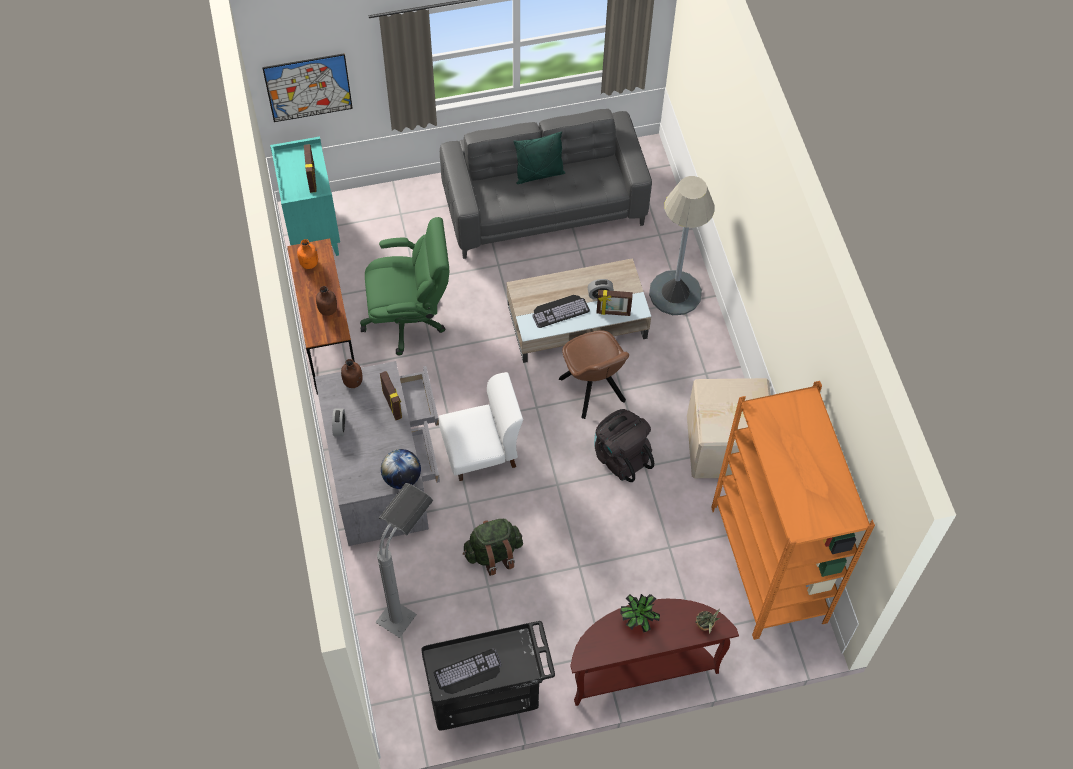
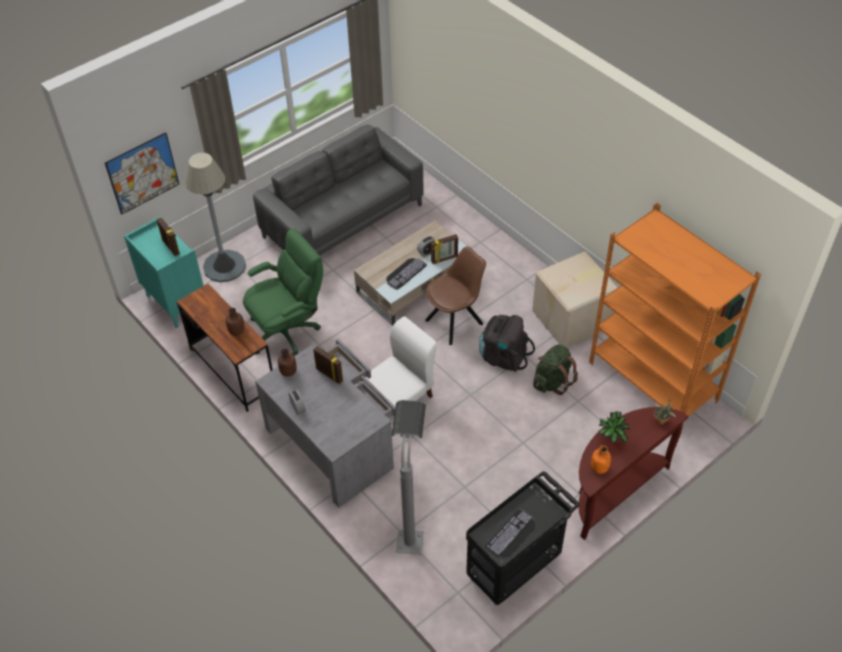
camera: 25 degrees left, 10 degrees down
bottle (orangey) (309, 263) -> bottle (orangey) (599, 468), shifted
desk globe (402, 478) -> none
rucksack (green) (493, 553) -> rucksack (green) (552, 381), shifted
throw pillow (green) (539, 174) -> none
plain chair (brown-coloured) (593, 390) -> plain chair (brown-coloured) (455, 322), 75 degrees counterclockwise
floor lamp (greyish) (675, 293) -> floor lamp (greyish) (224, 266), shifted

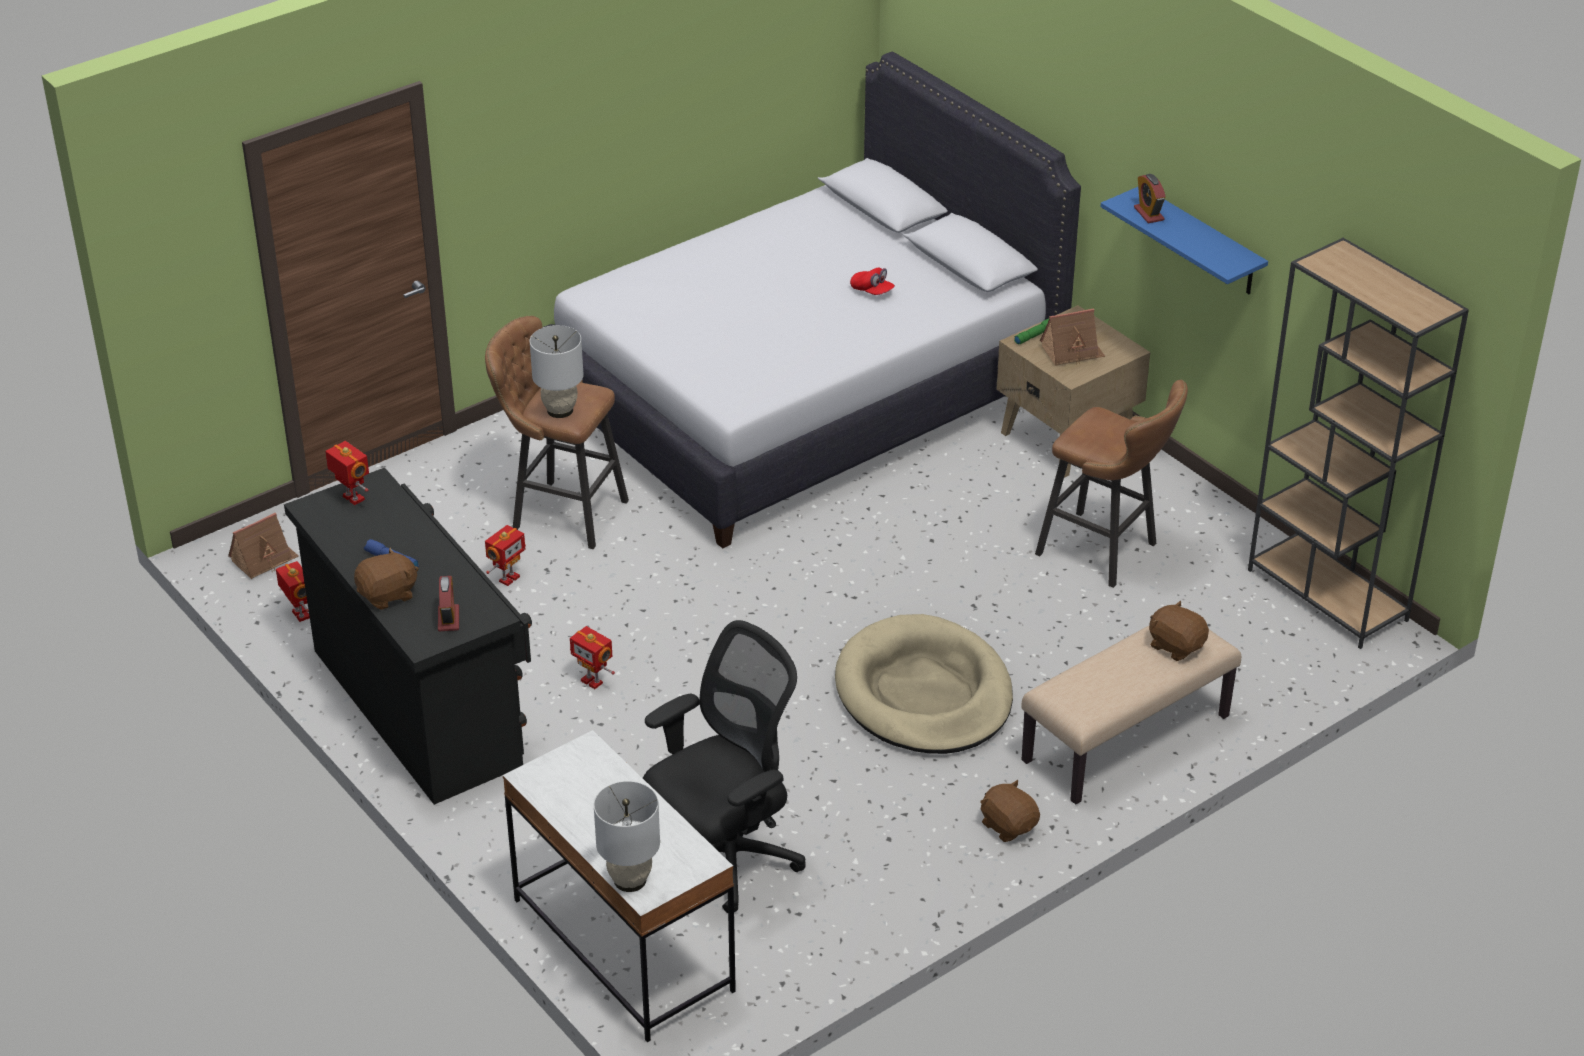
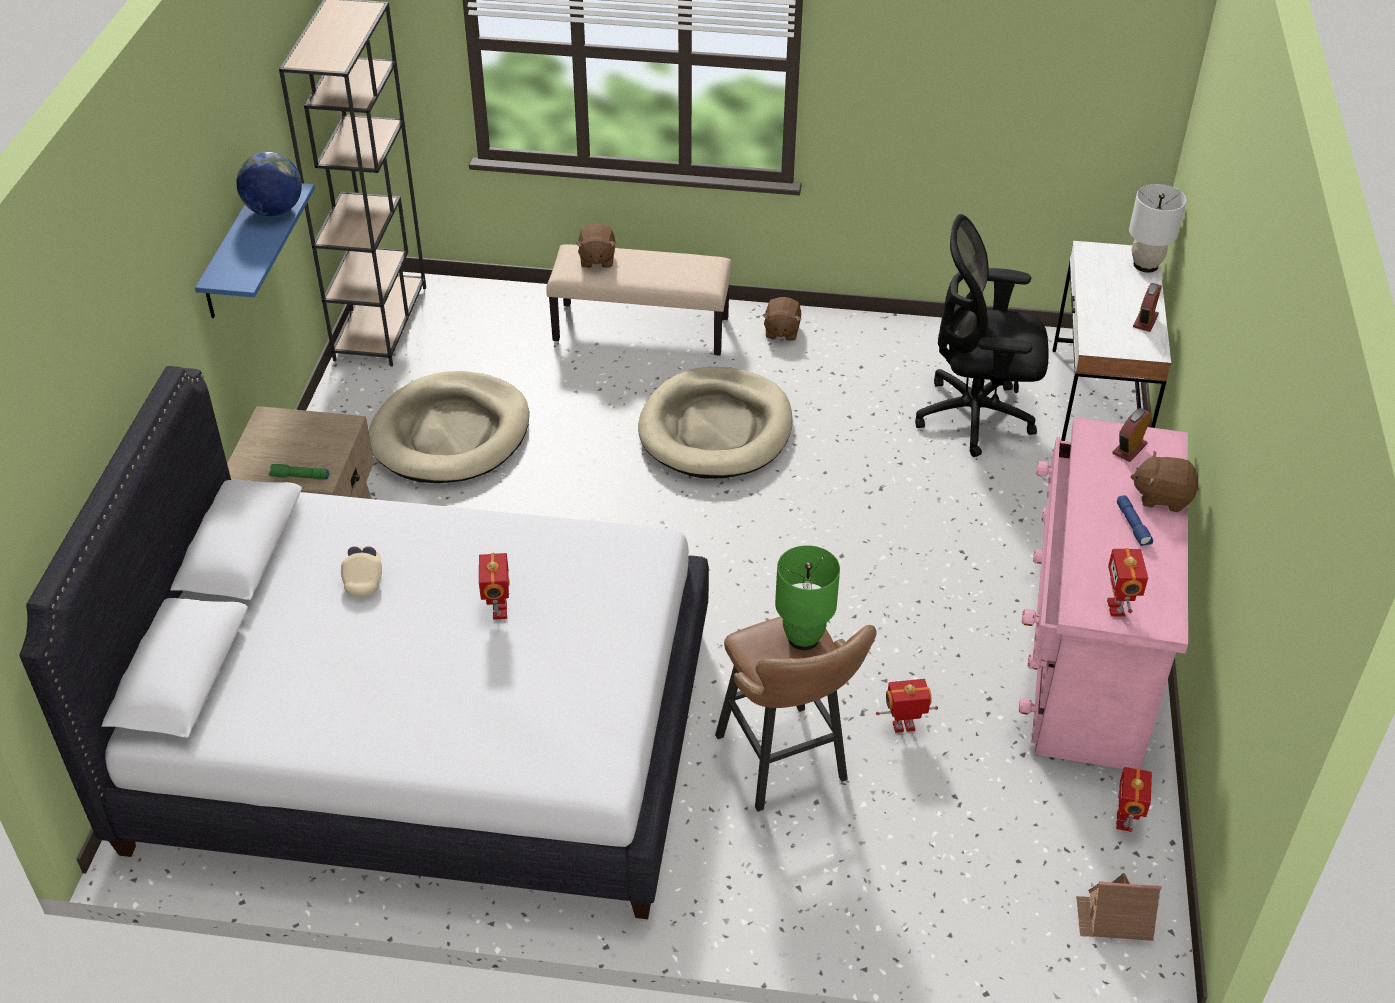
camera: 135 degrees left, 5 degrees up
dresser (black-coloured) (422, 704) -> dresser (pink) (1085, 656)
lamp for a table (white-coloured) (560, 410) -> lamp for a table (green) (803, 638)
model robot (593, 681) -> model robot (498, 611), shifted
peaked cap (reddish) (872, 291) -> peaked cap (sand-coloured) (363, 579)
stool seat (brown-coloured) (1108, 554) -> dog cushion (sand-coloured) (451, 434)
model house (1072, 351) -> none
alarm clock (1148, 214) -> alarm clock (1145, 321), shifted
none -> desk globe (274, 211)

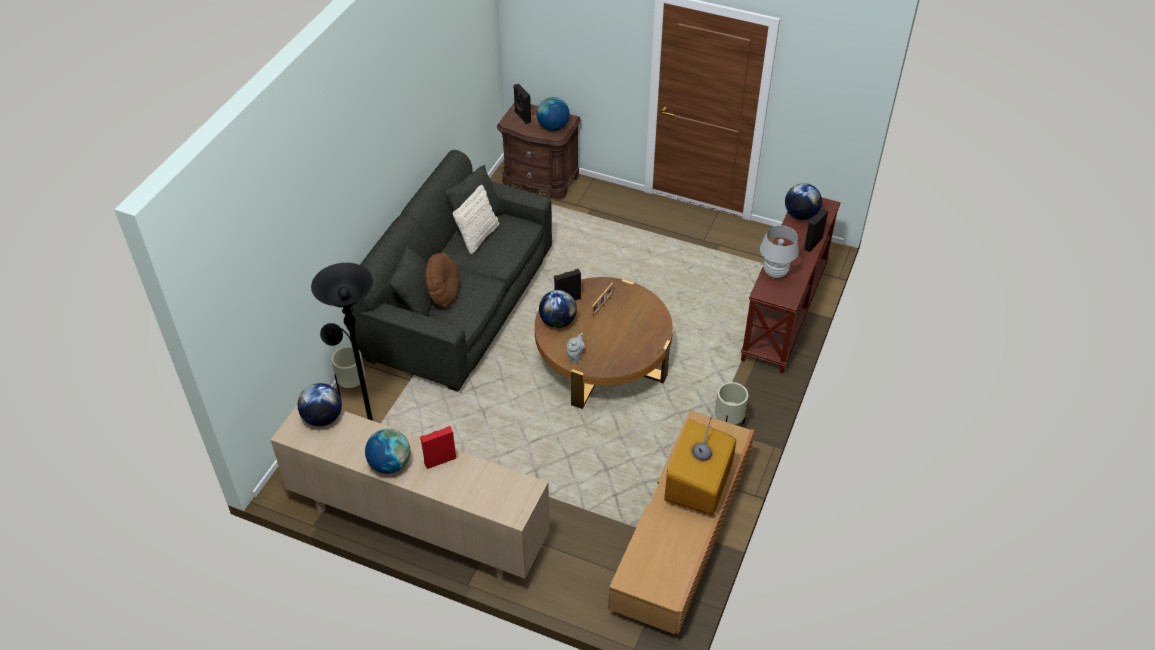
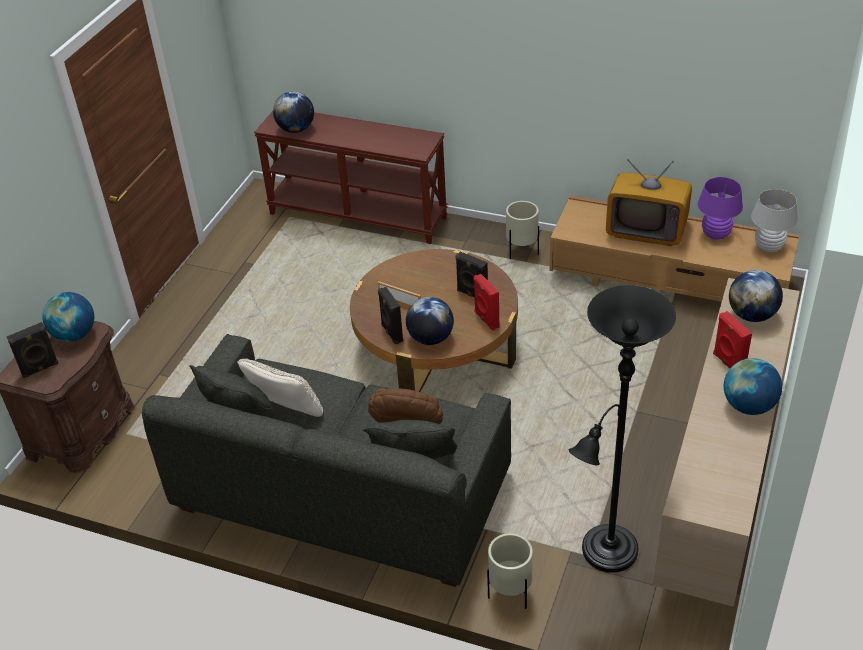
camera: 90 degrees left, 5 degrees down
desk globe (323, 418) -> desk globe (752, 315), shifted
pot for tea (greyish) (575, 355) -> speaker (reddish) (486, 320)
lamp for a table (white-coloured) (775, 272) -> lamp for a table (white-coloured) (768, 247), shifted
speaker (black-coloured) (812, 243) -> speaker (black-coloured) (471, 294), shifted
none -> lamp for a table (purple) (716, 234)

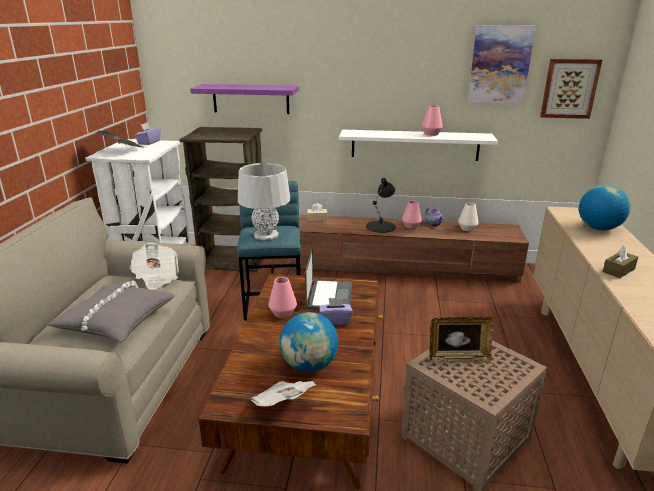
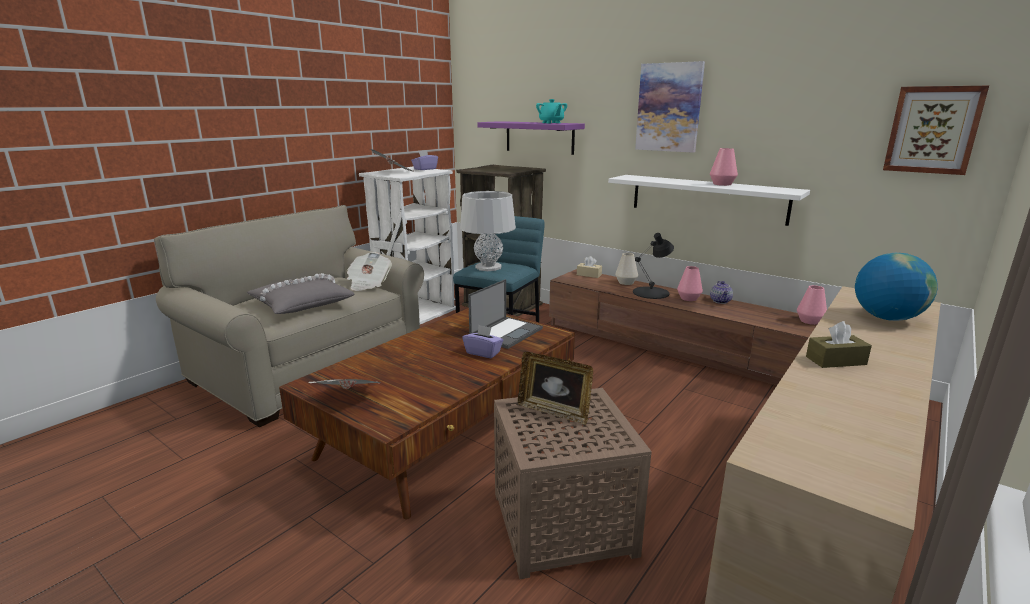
camera: 30 degrees right, 5 degrees down
flower vase (pink) (283, 313) -> flower vase (pink) (810, 321), shifted
desk globe (309, 365) -> none
flower vase (white-coloured) (467, 228) -> flower vase (white-coloured) (626, 282), shifted
wall picture (499, 64) -> wall picture (669, 107), shifted
none -> pot for tea (turquoise) (551, 123)

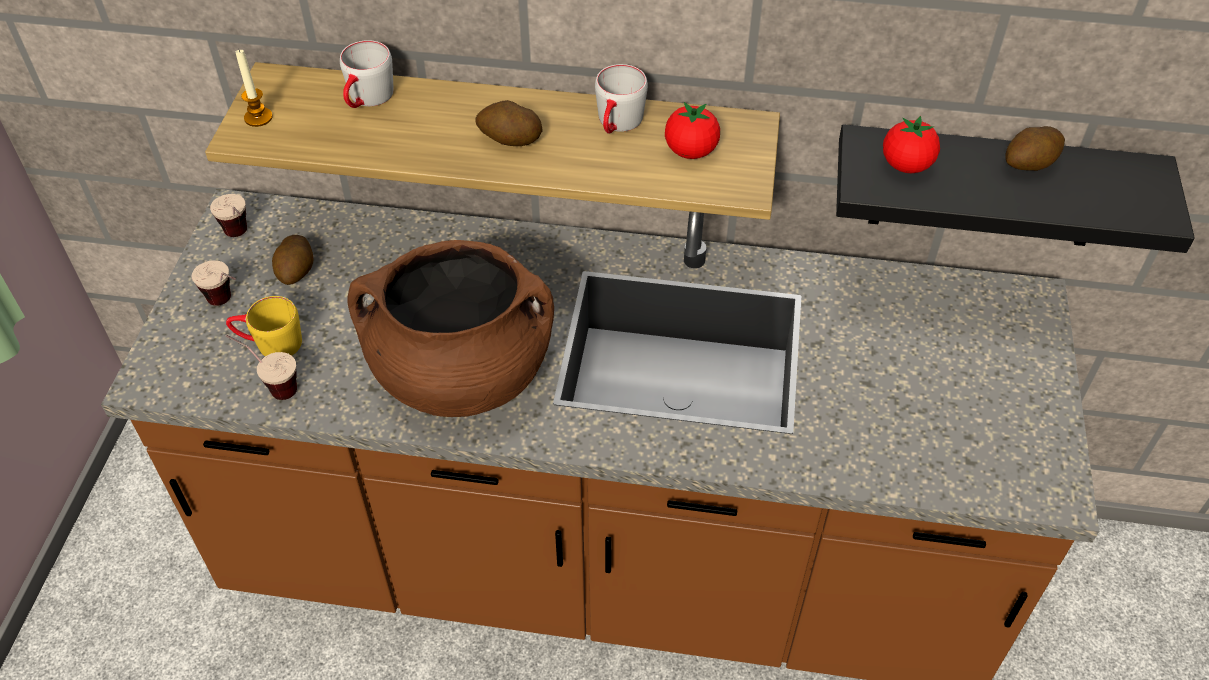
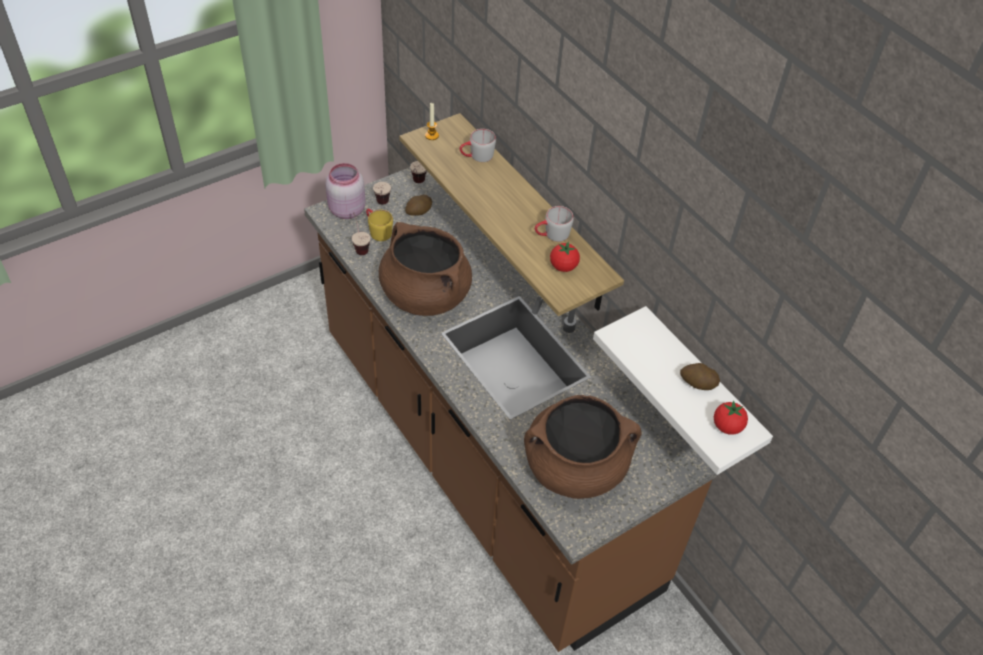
camera: 45 degrees right, 0 degrees up
potato (509, 139) -> none
shelf (black-coloured) (990, 187) -> shelf (white-coloured) (699, 390)
fresh tomato (906, 165) -> fresh tomato (727, 426), shifted
none -> jar (pink) (346, 210)
none -> cooking pot (brown-coloured) (575, 467)

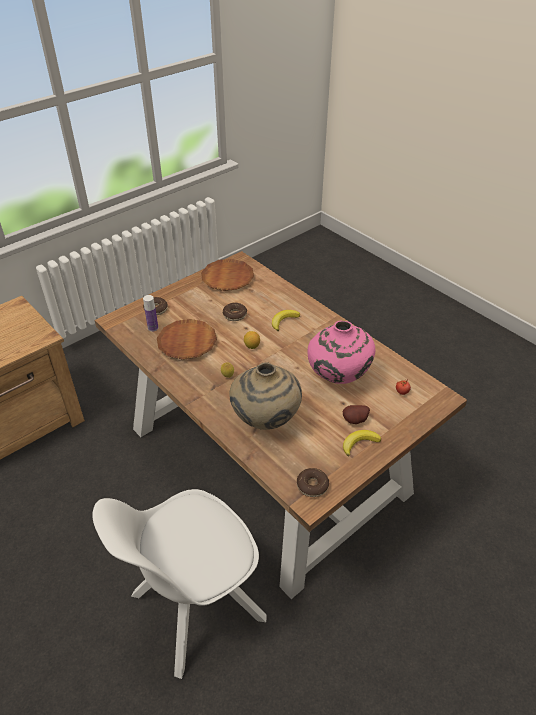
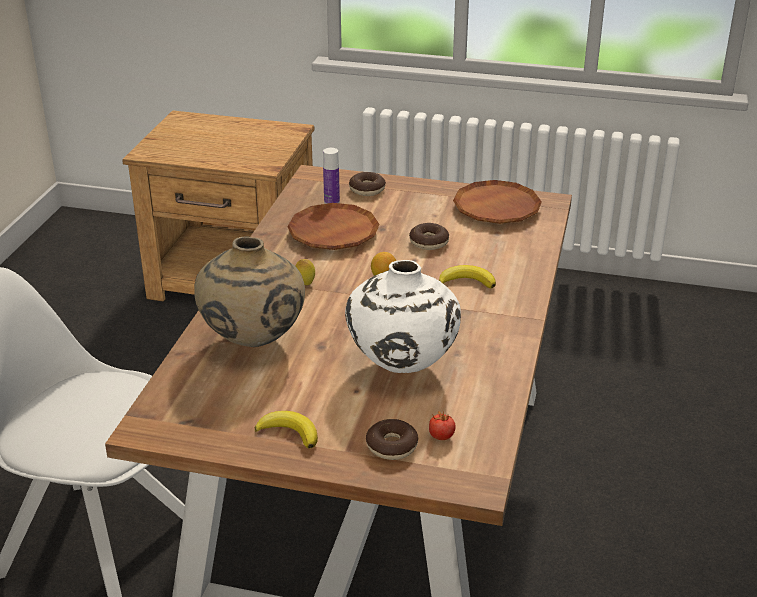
camera: 55 degrees right, 10 degrees down
donut (312, 486) -> donut (391, 446), shifted
flower vase (pink) (337, 378) -> flower vase (white-coloured) (401, 368)
potato (355, 421) -> none

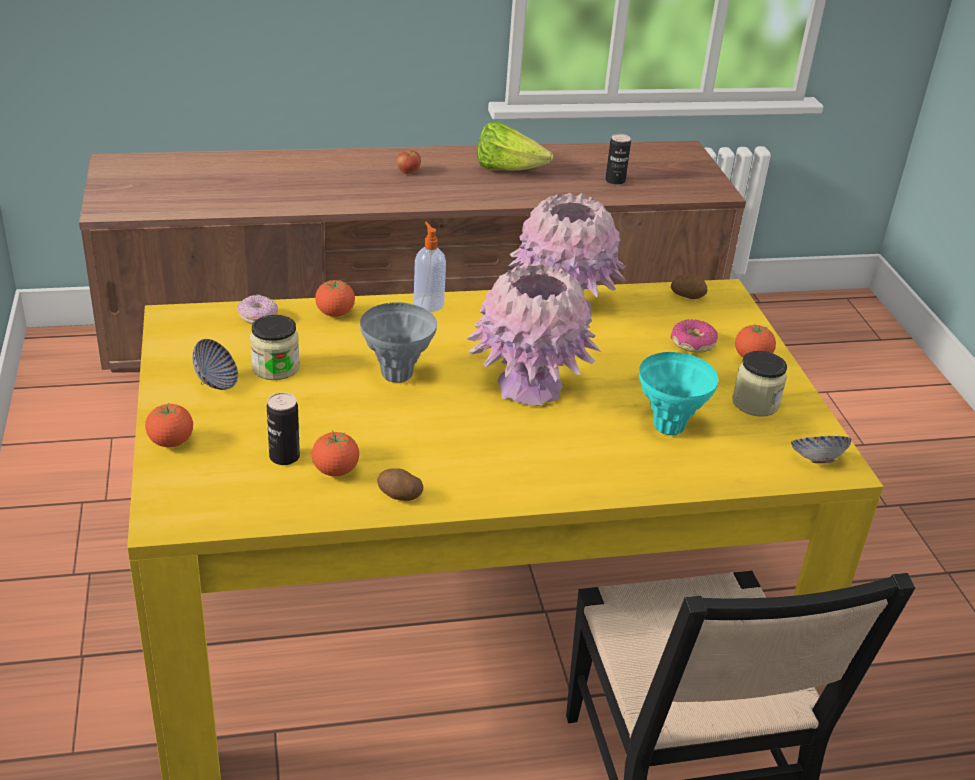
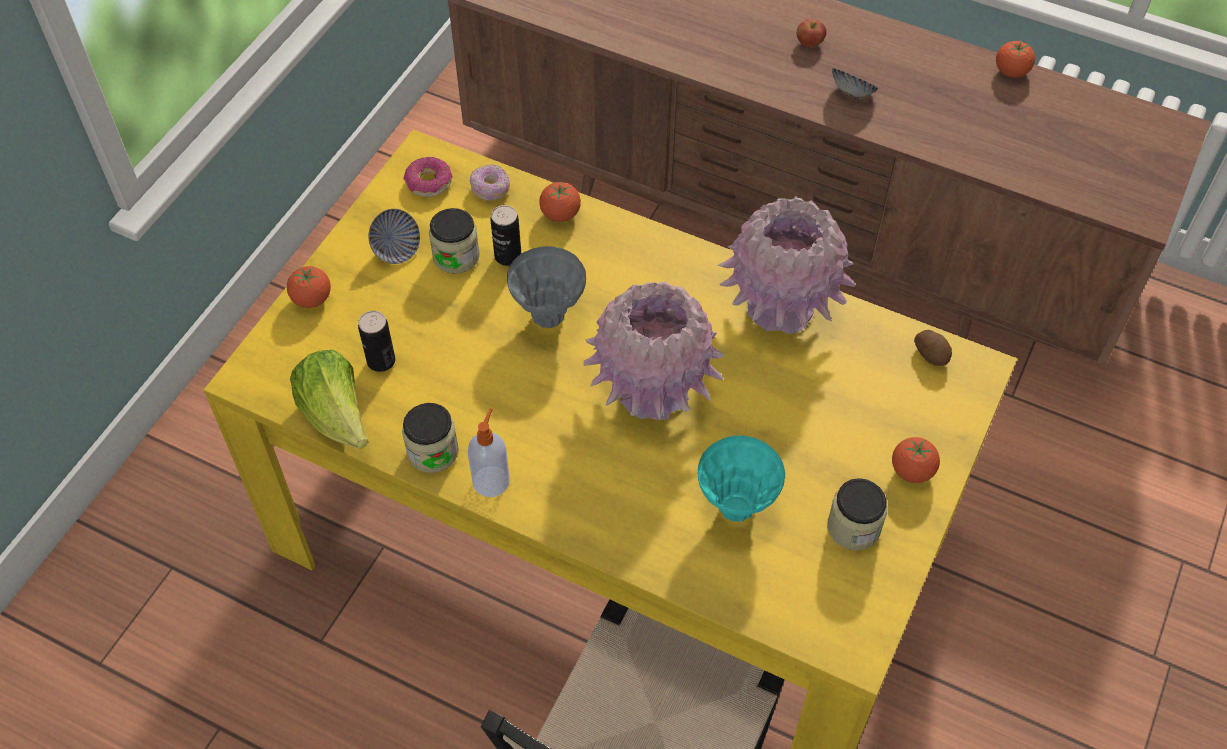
camera: 40 degrees right, 20 degrees up
fresh tomato (335, 471) -> fresh tomato (1011, 72), shifted
potato (399, 495) -> jar (433, 451)
soap bottle (428, 304) -> soap bottle (491, 480), shifted
lettuce head (507, 169) -> lettuce head (337, 416), shifted
can (615, 181) -> can (508, 256), shifted
donut (692, 343) -> donut (428, 183), shifted
bowl (816, 460) -> bowl (852, 94), shifted

